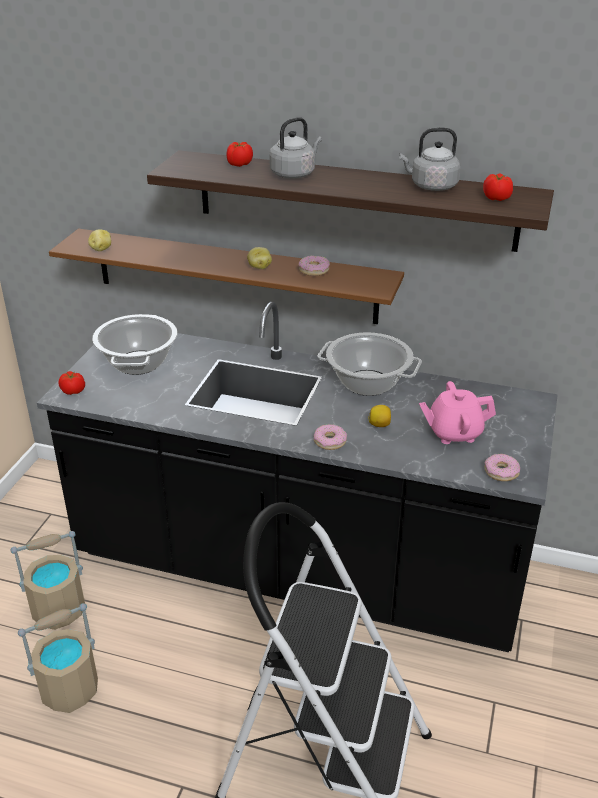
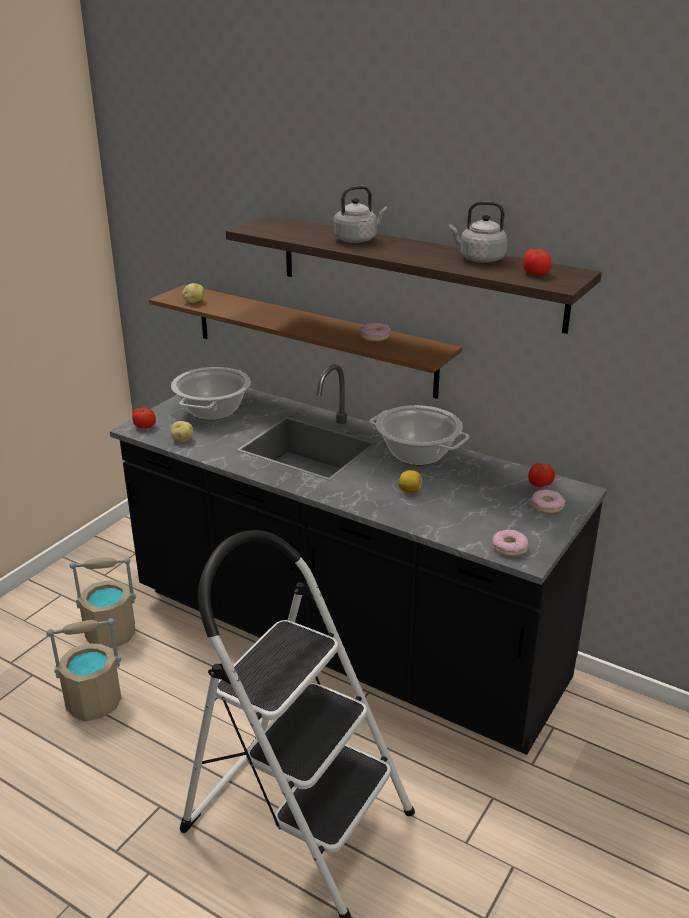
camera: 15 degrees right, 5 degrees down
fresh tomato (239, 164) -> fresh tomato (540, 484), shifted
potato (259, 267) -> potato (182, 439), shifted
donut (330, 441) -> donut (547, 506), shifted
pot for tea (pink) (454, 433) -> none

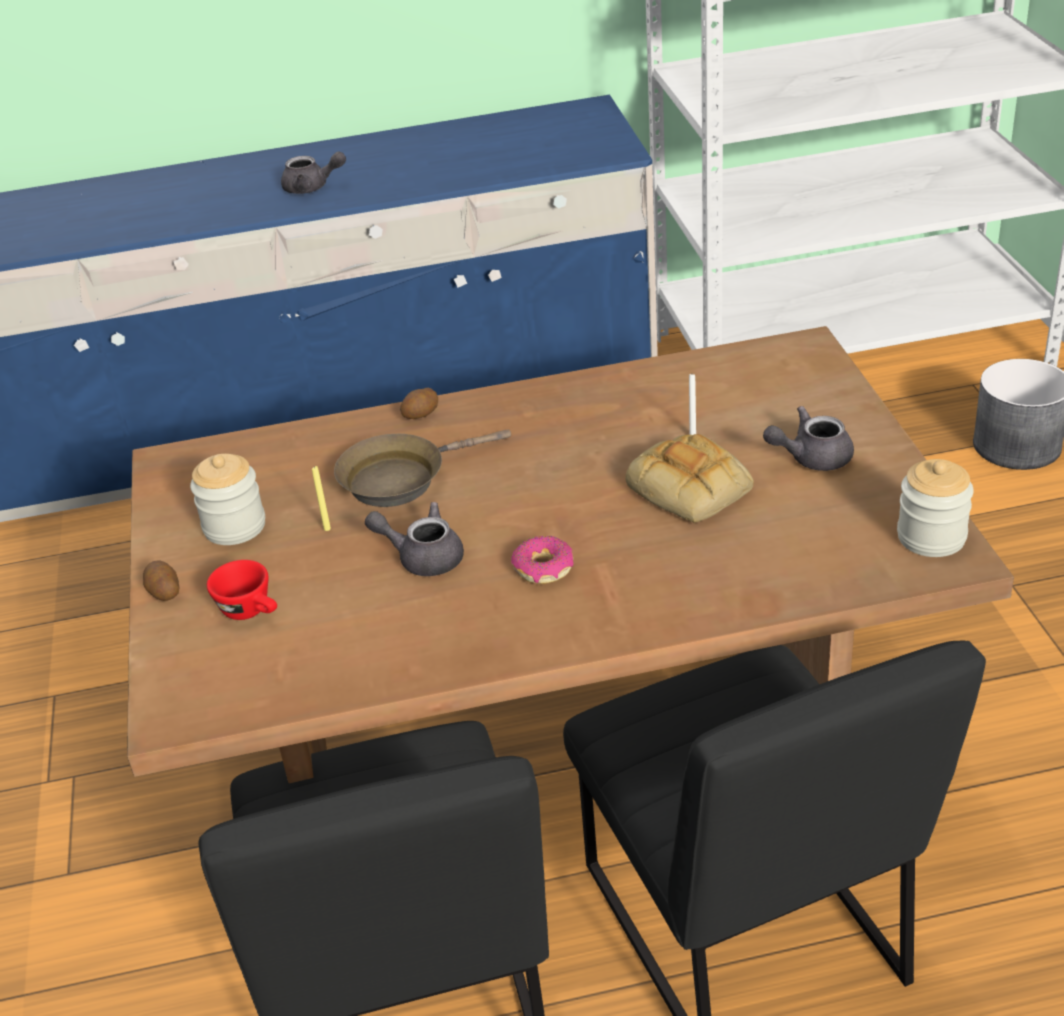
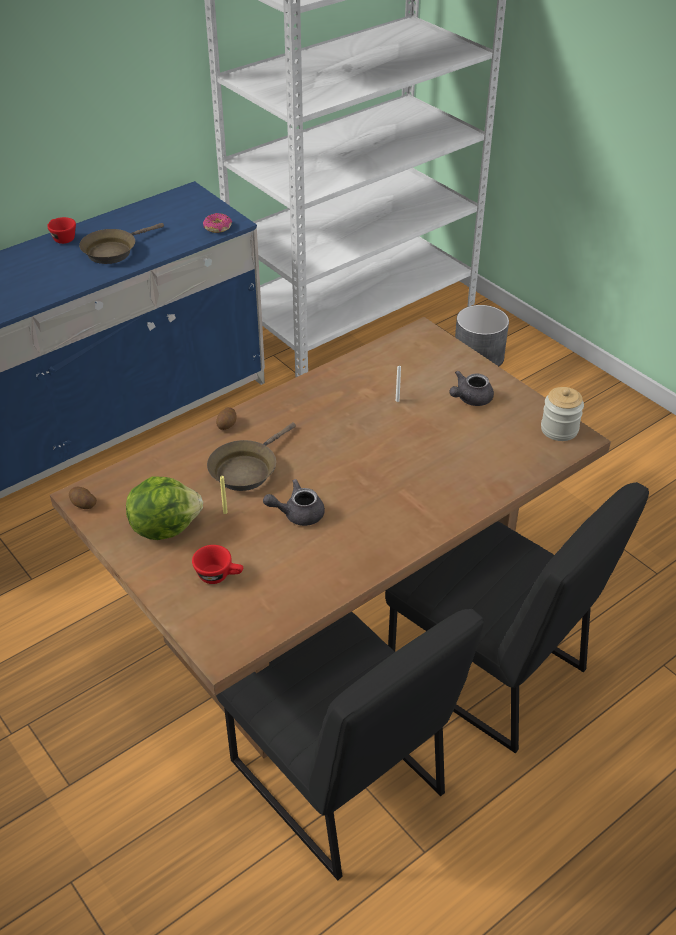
camera: 30 degrees left, 5 degrees up
potato (164, 592) -> potato (83, 504), shifted
jar (234, 527) -> lettuce head (164, 527)
pot for tea (greyish) (312, 187) -> none
donut (543, 569) -> donut (218, 227), shifted
bread (692, 488) -> none
none -> cup (reddish) (62, 238)
none -> skillet (brown-coloured) (113, 251)

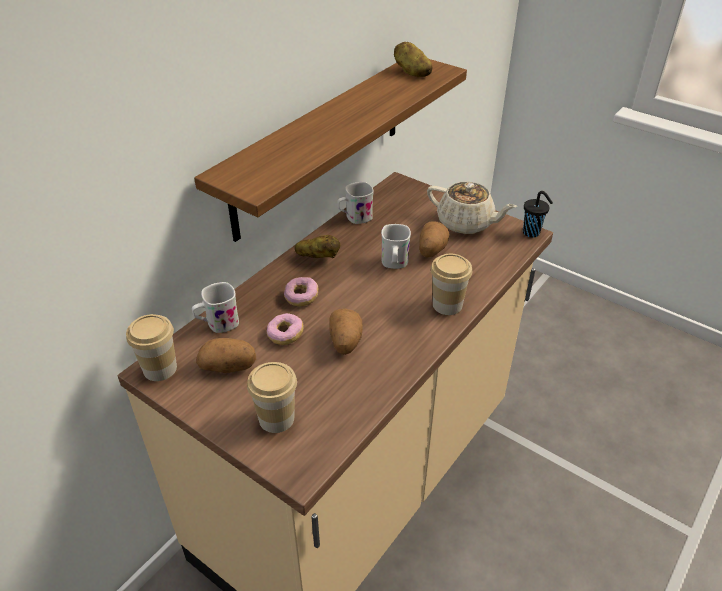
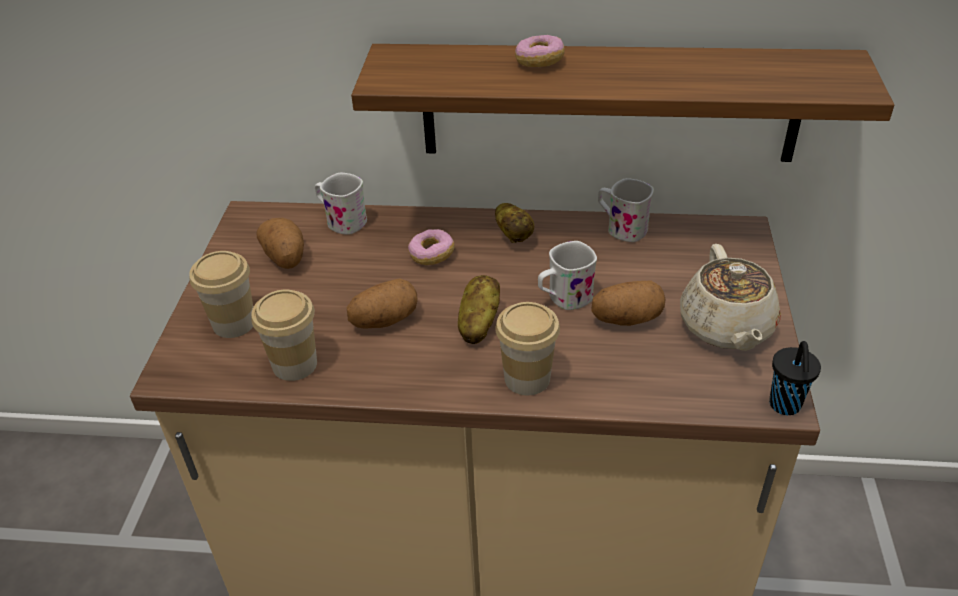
camera: 60 degrees right, 0 degrees up
cup (160, 368) -> cup (294, 364), shifted
donut (285, 335) -> donut (539, 62), shifted
potato (411, 72) -> potato (478, 324), shifted

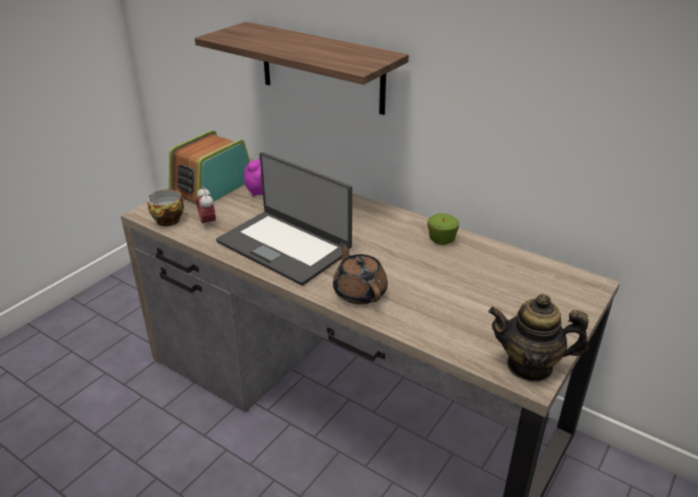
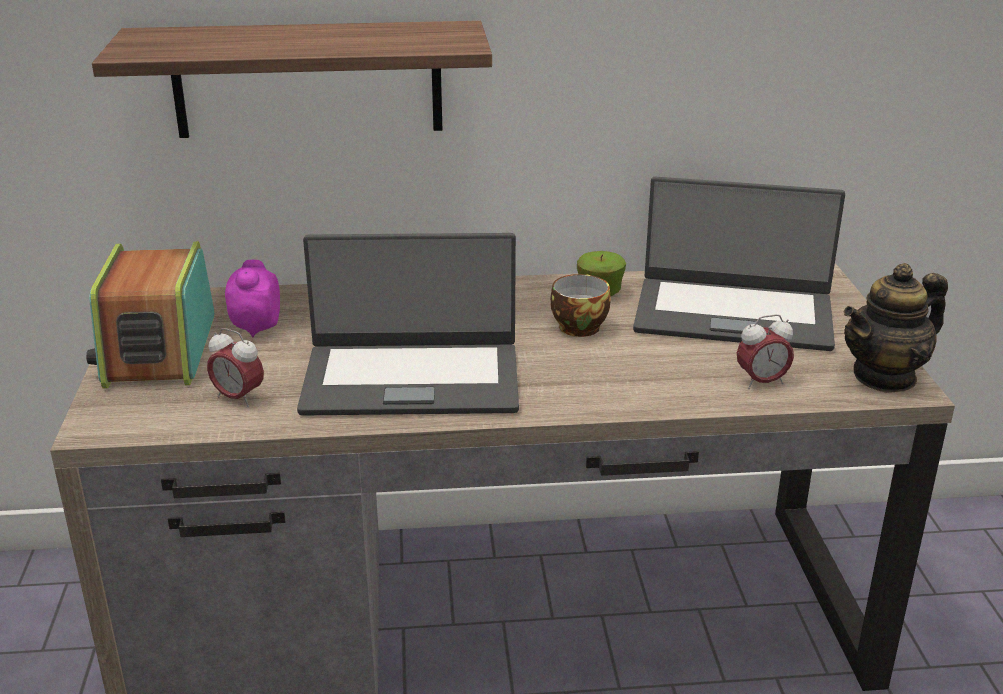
camera: 40 degrees left, 5 degrees down
cup (168, 219) -> cup (576, 326), shifted
pot for tea (brown-coloured) (359, 291) -> none
none -> notebook computer (733, 314)
none -> alarm clock (761, 382)

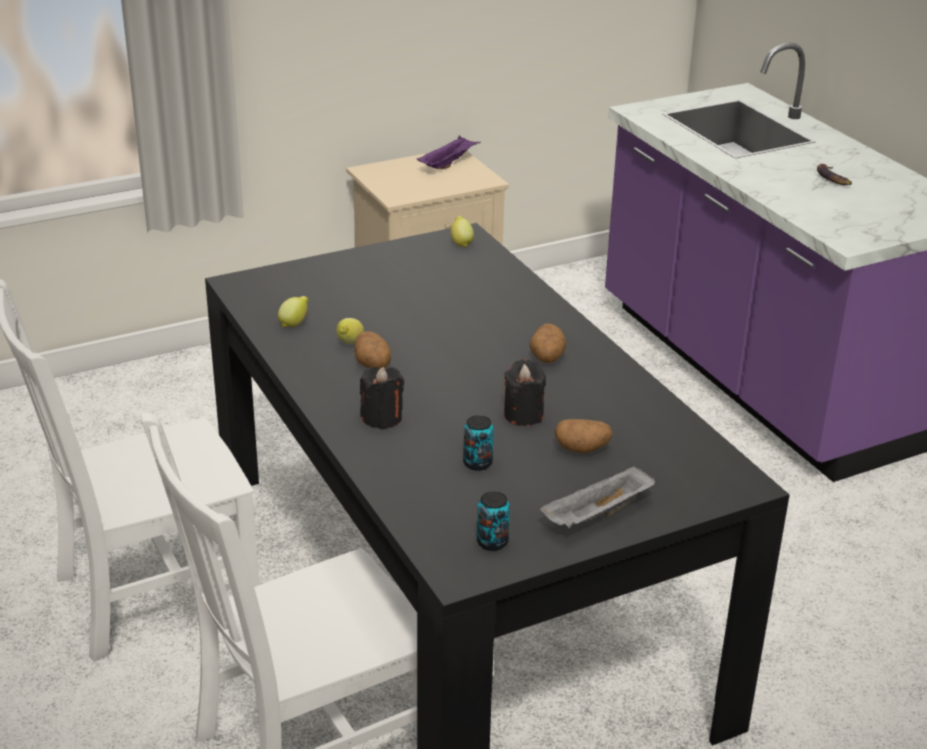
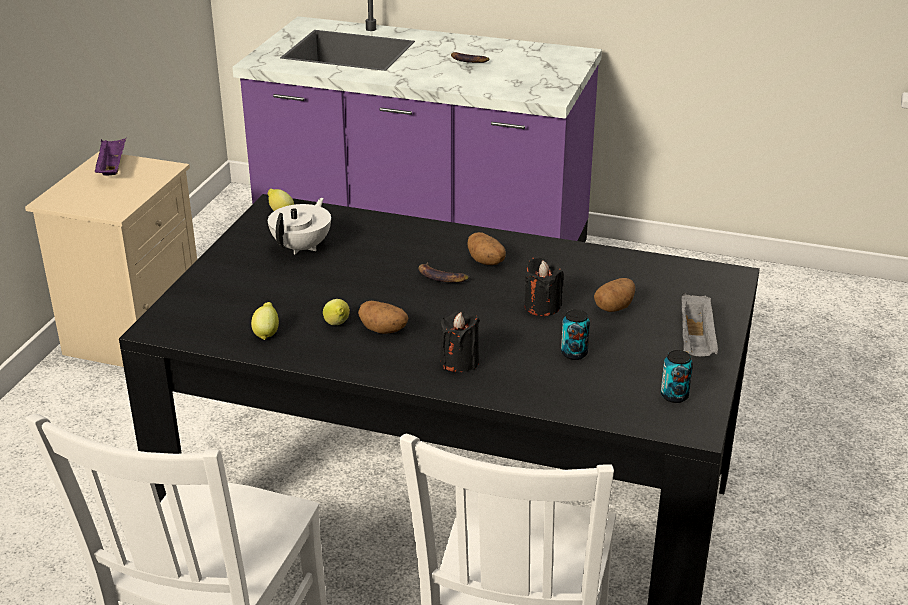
camera: 45 degrees left, 0 degrees up
none -> pot for tea (white-coloured) (302, 247)
none -> banana (441, 277)

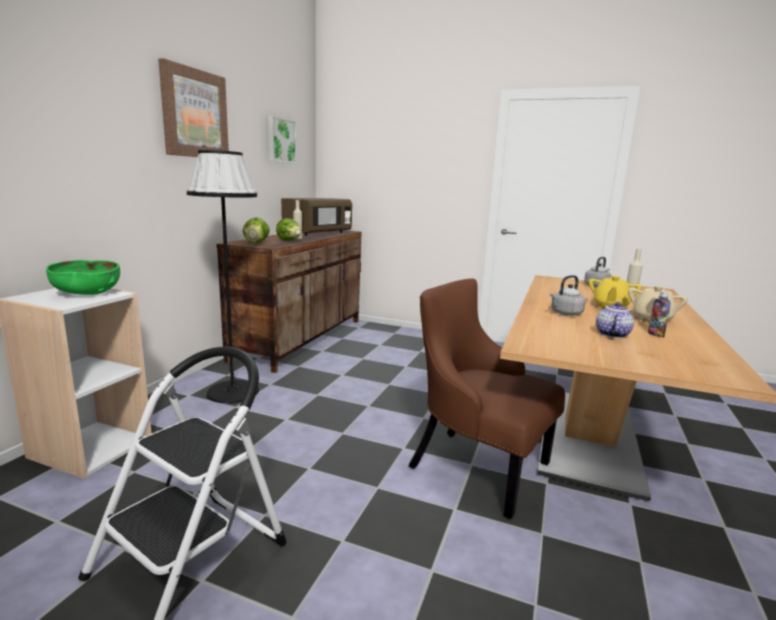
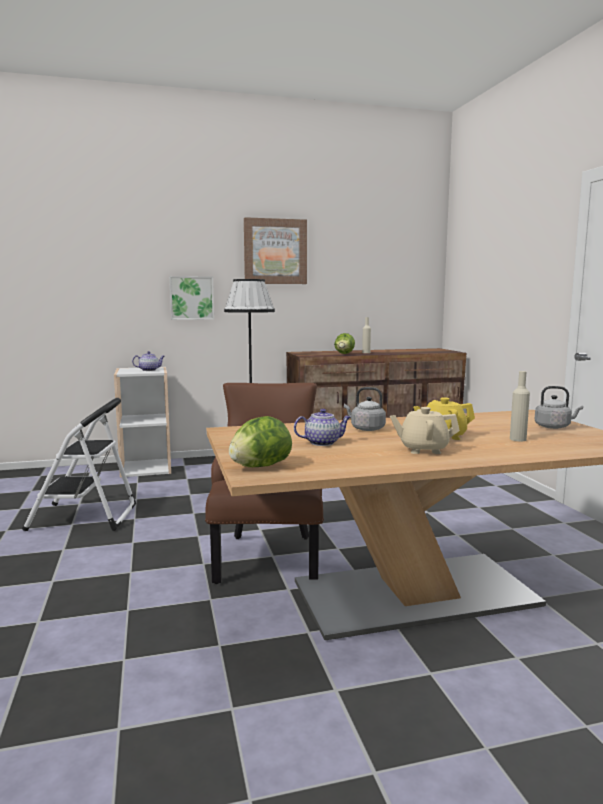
camera: 55 degrees right, 5 degrees down
bowl (green) (87, 293) -> pot for tea (149, 370)
lettuce head (256, 243) -> lettuce head (260, 466), shifted
wall picture (281, 141) -> wall picture (191, 298), shifted
microwave oven (brown-coloured) (319, 233) -> none
bottle (655, 334) -> none

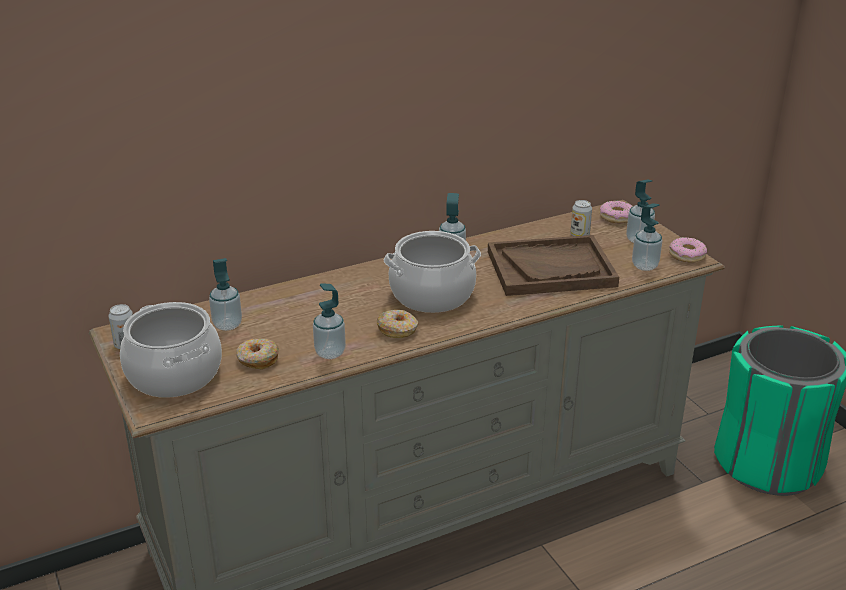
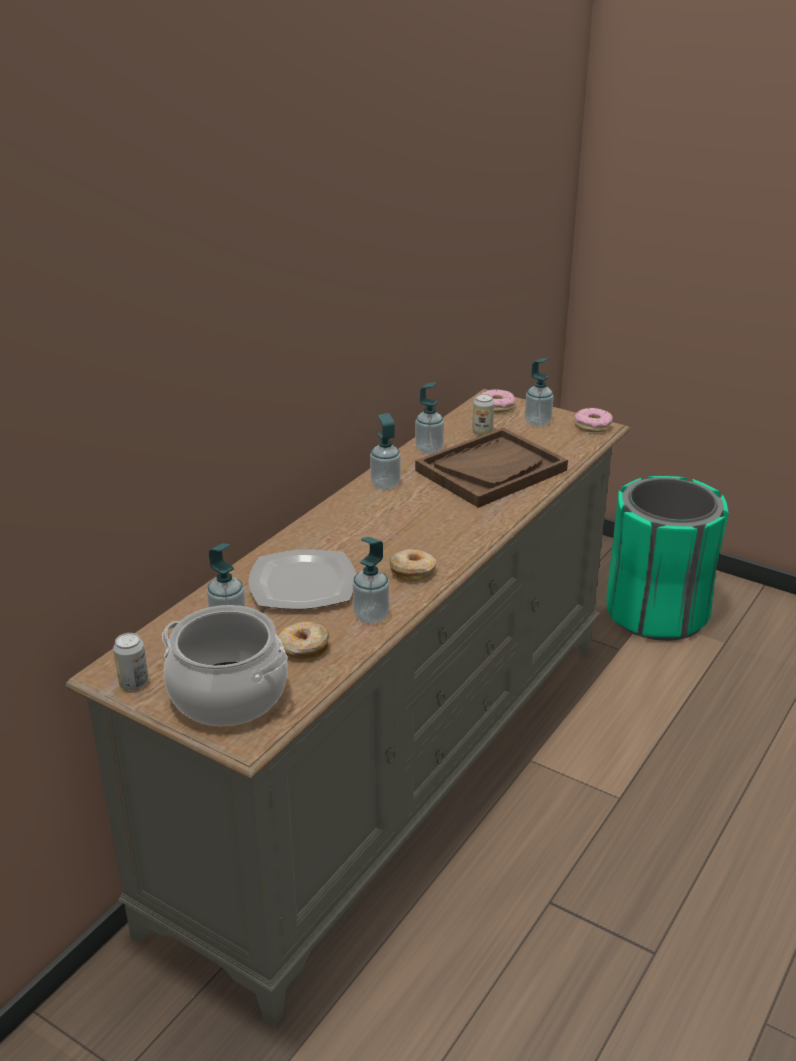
camera: 30 degrees left, 0 degrees up
cooking pot (432, 294) -> none
soap bottle (645, 266) -> soap bottle (429, 449), shifted
none -> plate (301, 583)

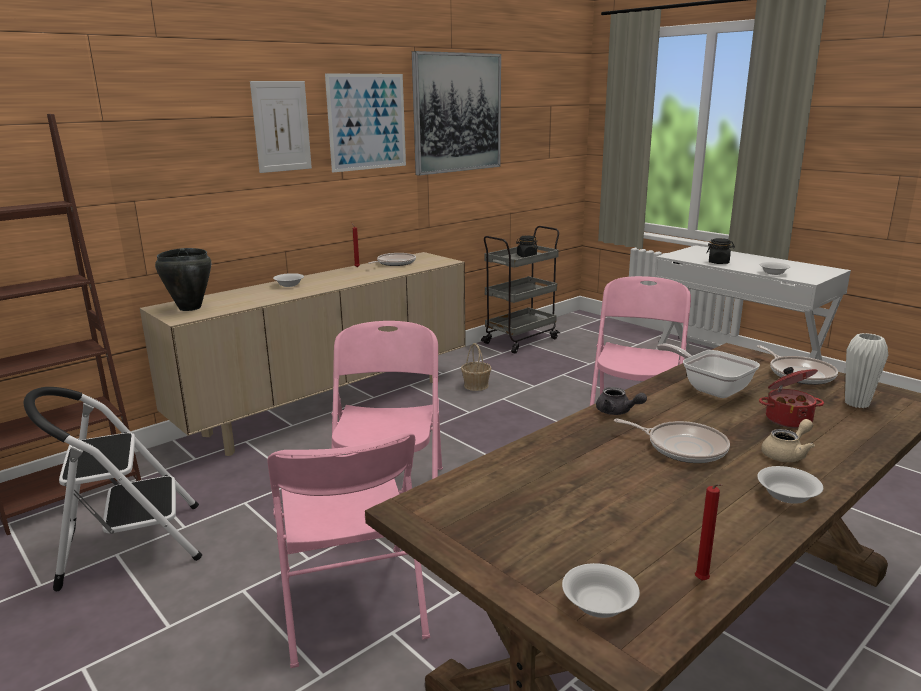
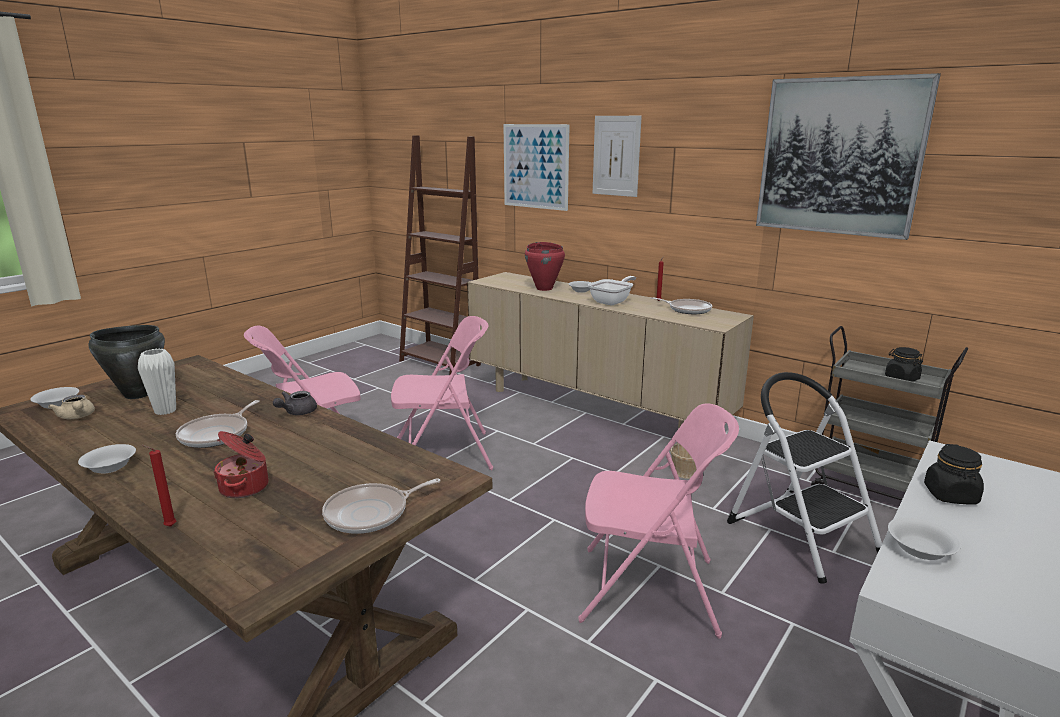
camera: 80 degrees right, 0 degrees up
step stool (126, 546) -> step stool (798, 534), shifted
cooking pot (black-coloured) (189, 308) -> cooking pot (black-coloured) (137, 394), shifted
wall picture (367, 122) -> wall picture (535, 166), shifted
skillet (710, 388) -> skillet (612, 301), shifted
candle (reddish) (702, 582) -> candle (reddish) (168, 527), shifted
pot for tea (sand-coloured) (787, 454) -> pot for tea (sand-coloured) (77, 417), shifted
flower vase (white-coloured) (857, 403) -> flower vase (white-coloured) (165, 411), shifted
none -> cooking pot (reddish) (544, 288)

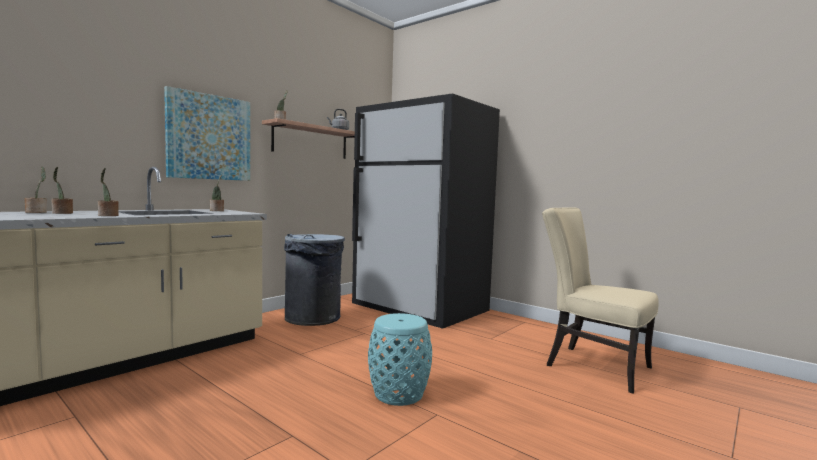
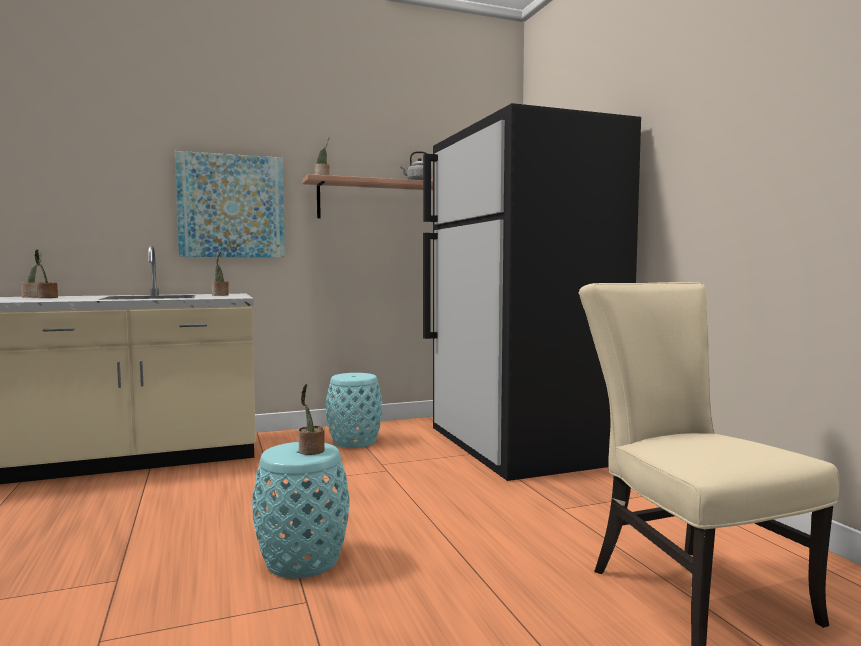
camera: 30 degrees right, 0 degrees up
plant in a pot (108, 215) -> plant in a pot (311, 451), shifted
waste bin (greyish) (313, 318) -> stool seat (turquoise) (354, 442)

